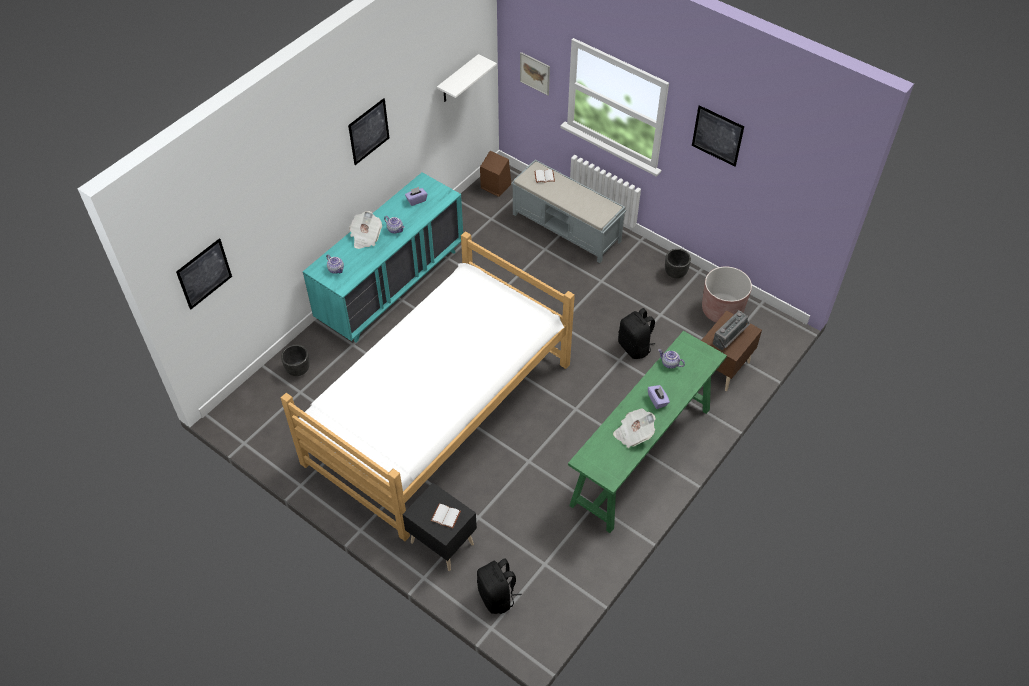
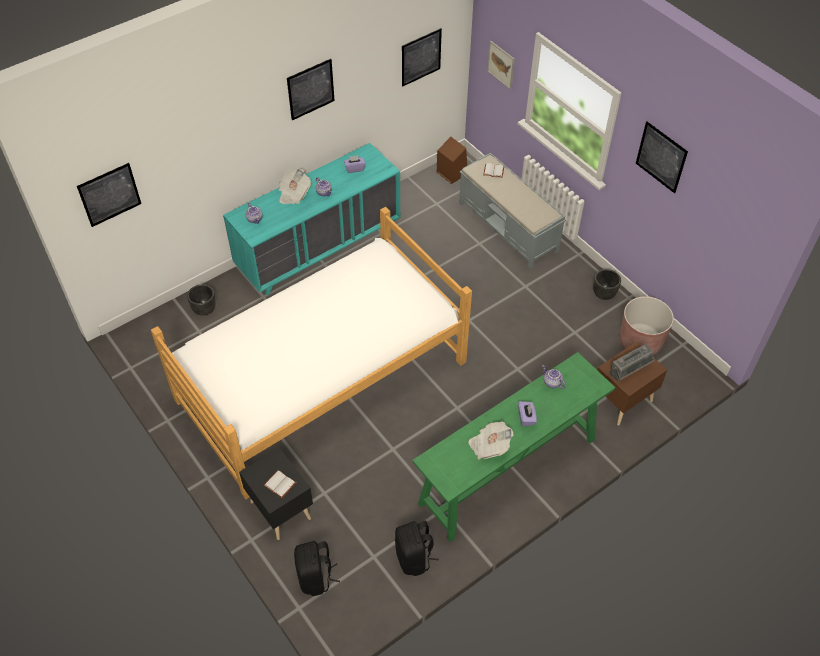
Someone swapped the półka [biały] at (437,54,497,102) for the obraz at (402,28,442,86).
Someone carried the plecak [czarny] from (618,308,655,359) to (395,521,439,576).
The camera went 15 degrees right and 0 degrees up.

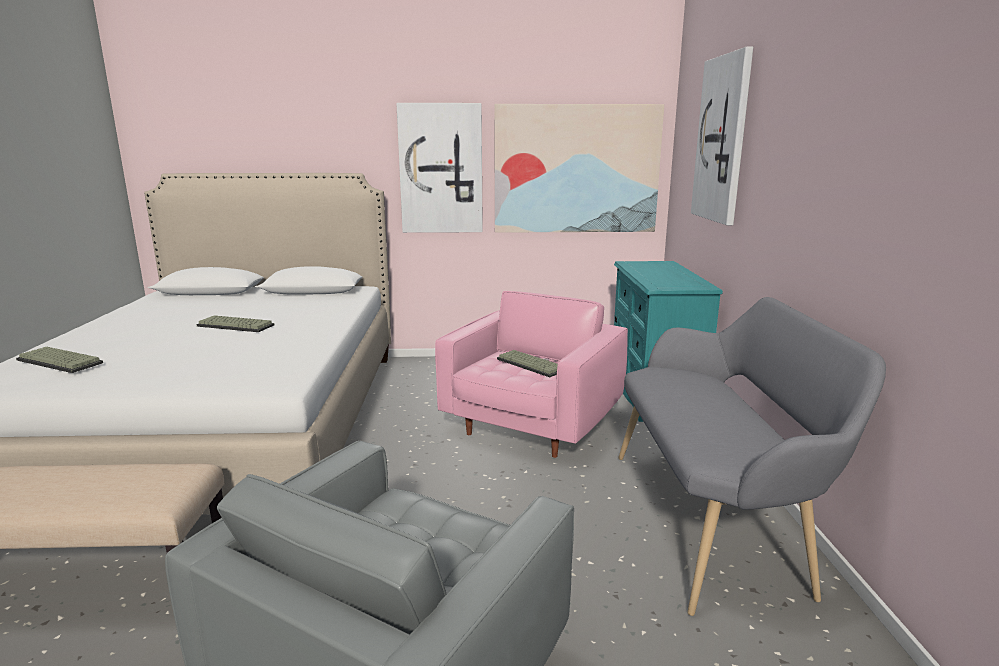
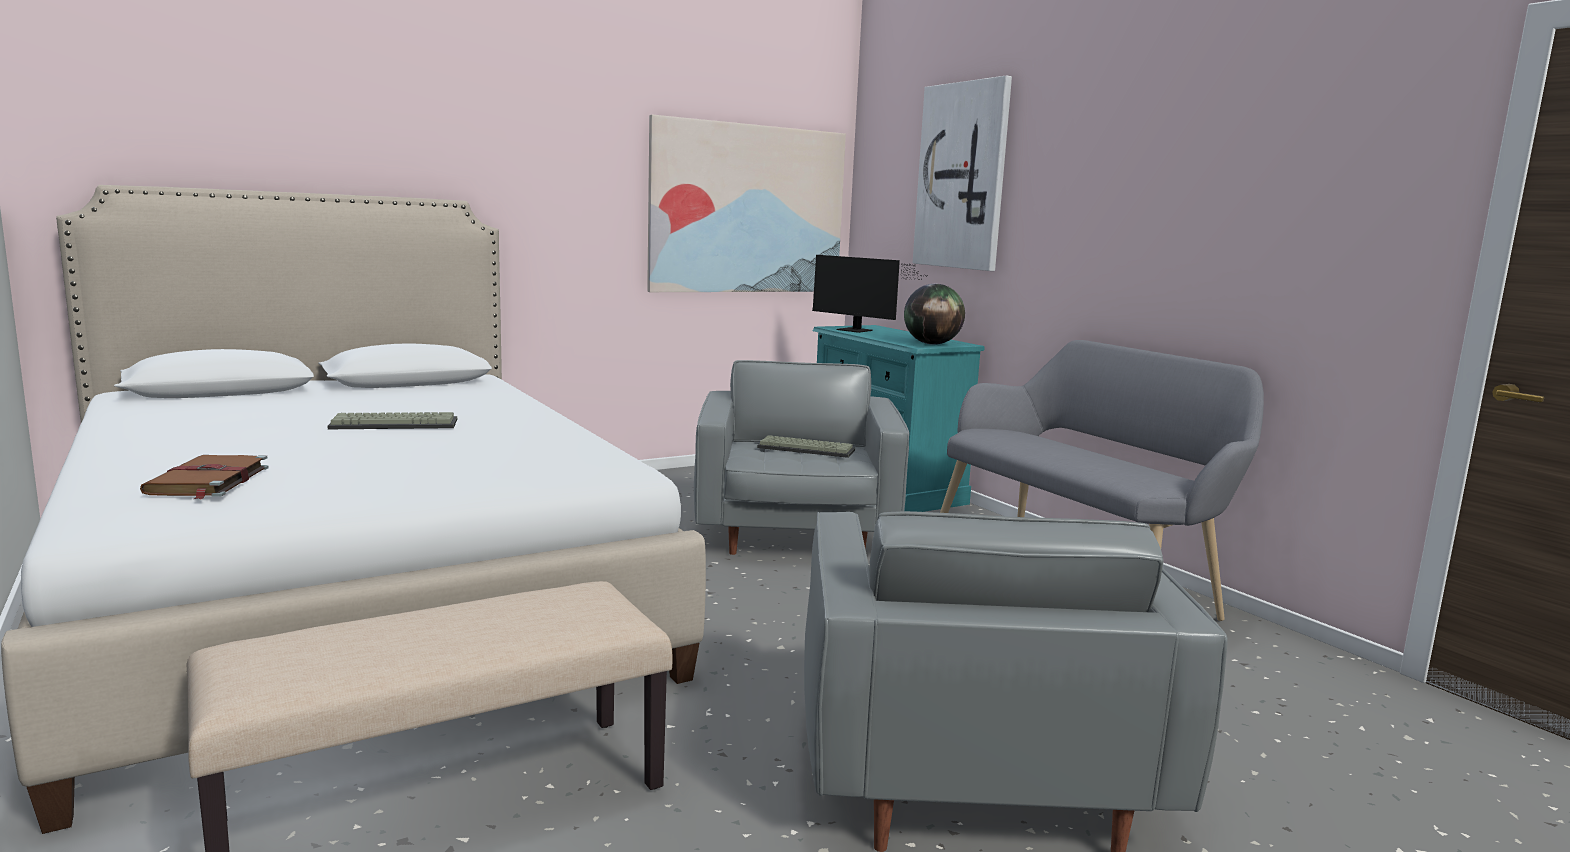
Someone swapped the klawiatura at (16,347,103,373) for the książka [brązowy] at (140,455,269,499).
Someone took away the obraz at (396,103,483,233).
Someone repainted the fotel [różowy] at (435,291,628,458), which became the fotel [szary] at (694,360,909,555).
Someone put down the monitor at (812,255,928,333).
Someone put down the globus at (904,284,965,345).
The camera went 30 degrees left and 5 degrees down.

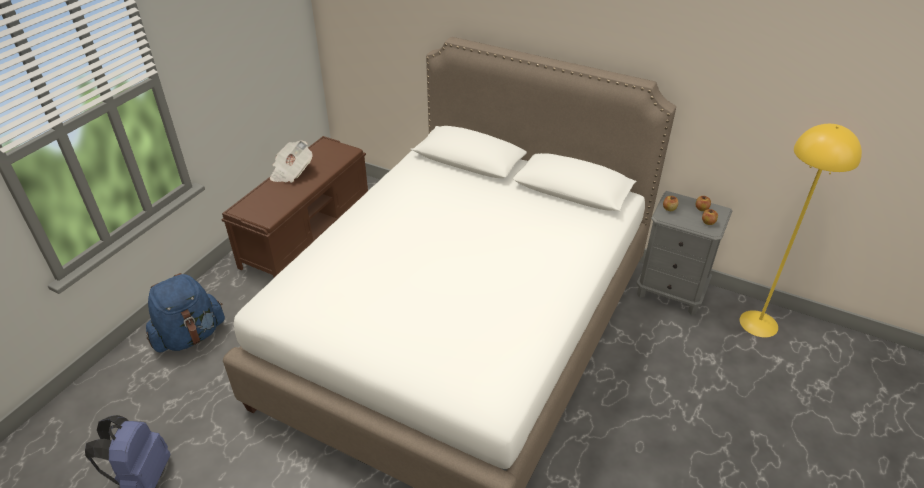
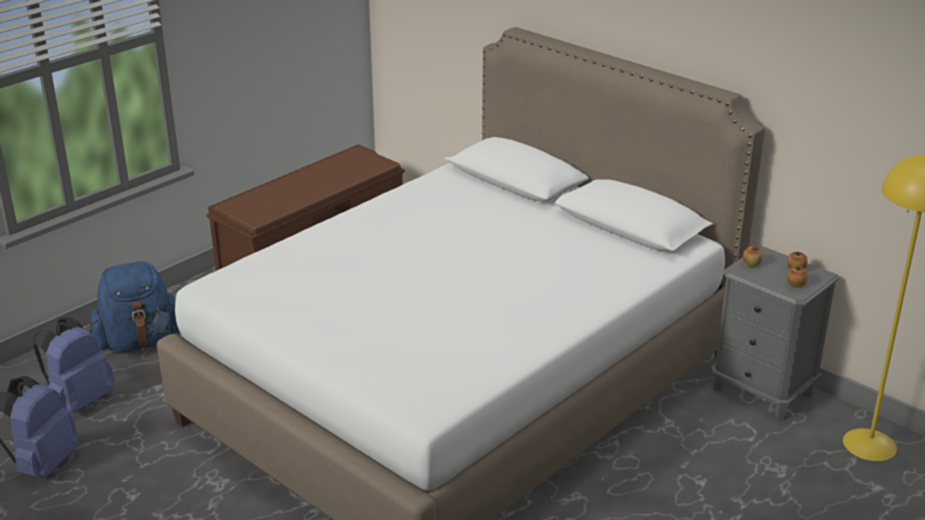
Someone took away the gazeta at (270,140,312,183).
Someone put down the plecak [niebieski] at (33,317,114,414).
The camera went 15 degrees right and 10 degrees down.

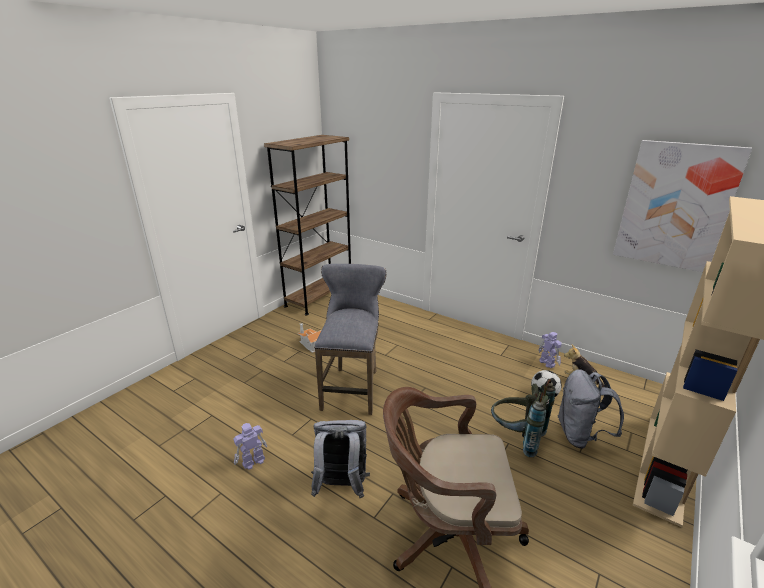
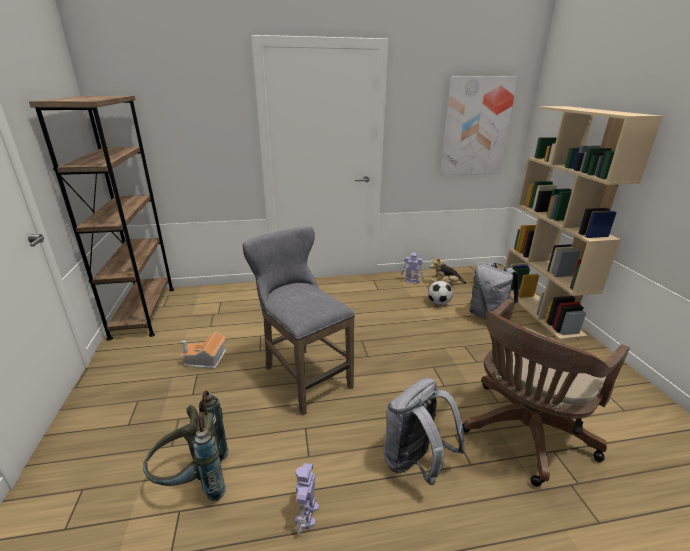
Someone carried the plecak [szary] from (491,379,556,457) to (143,391,229,501).
The camera went 45 degrees left and 0 degrees up.

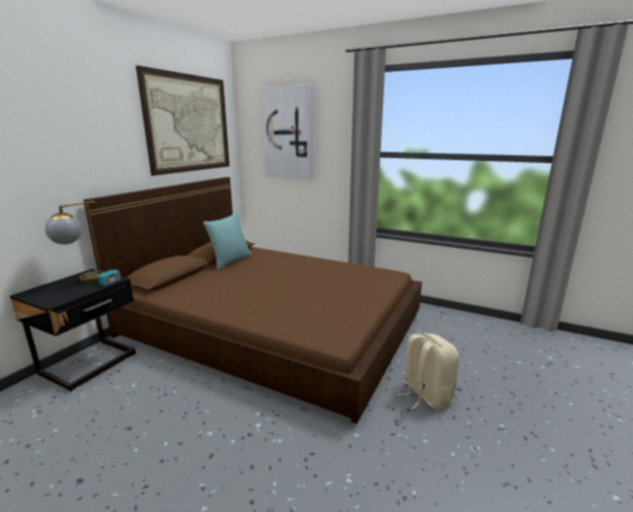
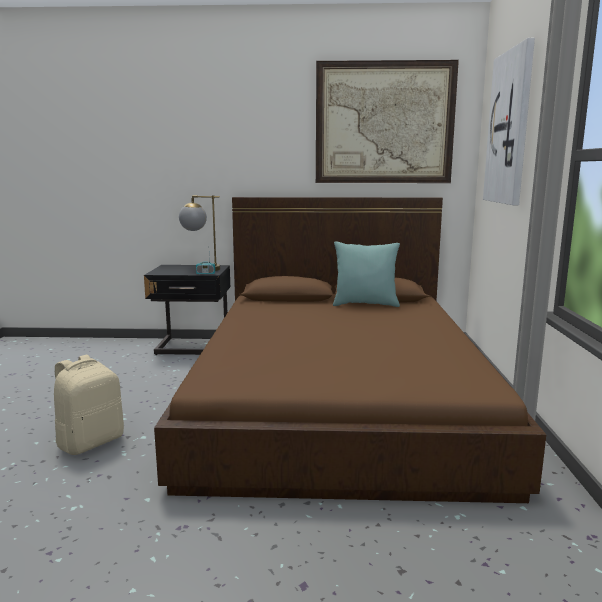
Someone carried the plecak [beżowy] from (397,333,459,410) to (54,355,124,455).
The camera went 65 degrees right and 5 degrees down.

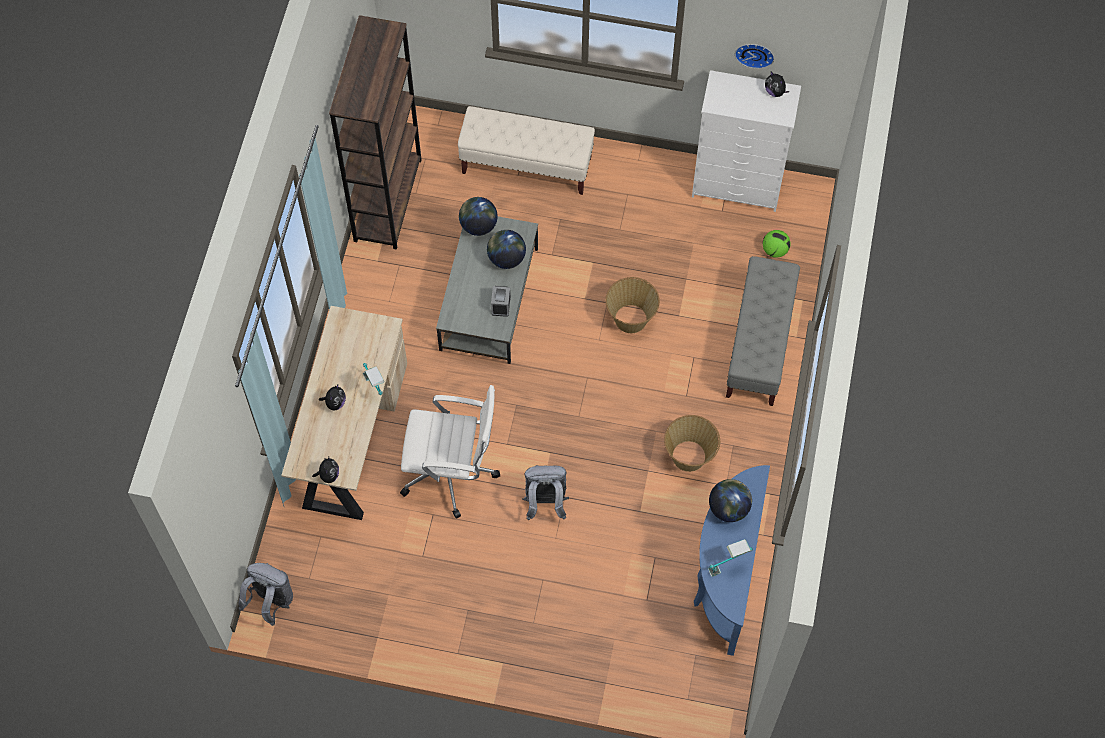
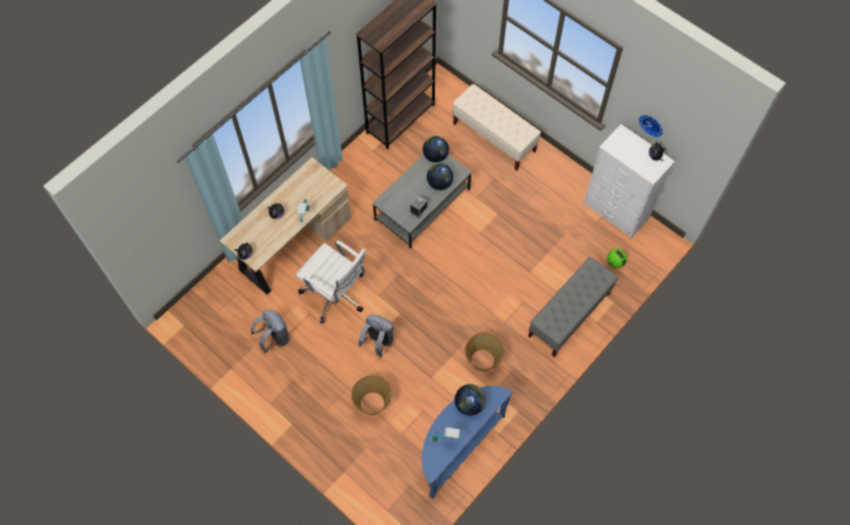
Someone carried the plecak [szary] from (238,563,293,626) to (251,309,289,353).
Someone carried the koszyk from (605,277,660,333) to (351,375,392,415).
The camera went 30 degrees right and 0 degrees up.

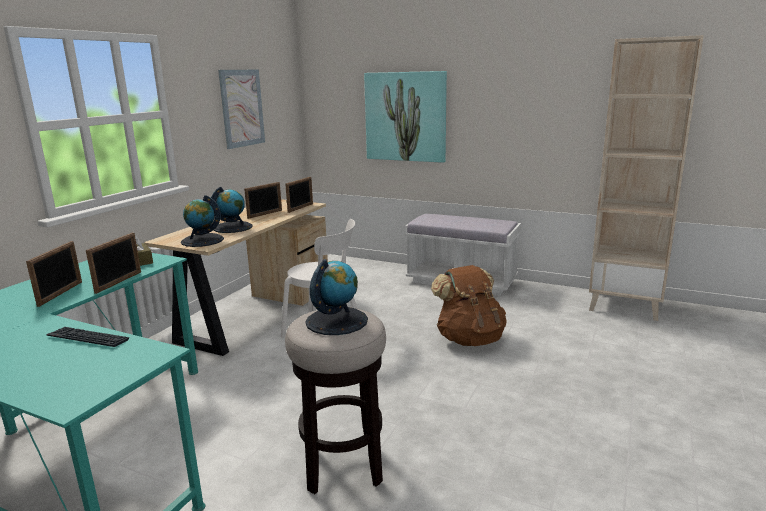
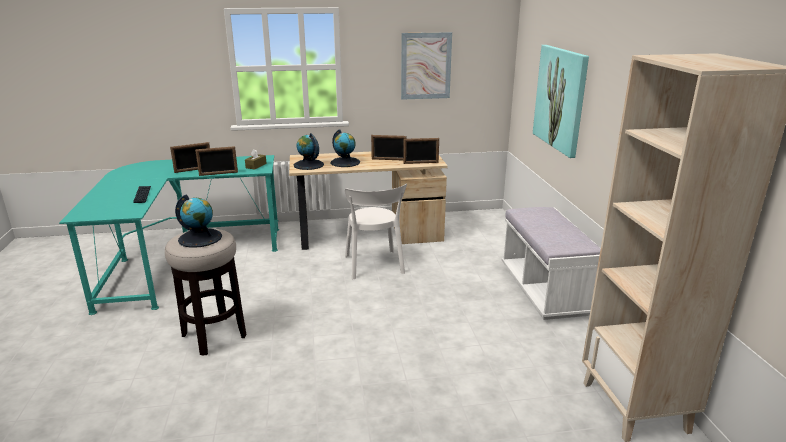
Someone took away the plecak [brązowy] at (431,265,507,346).
The camera went 55 degrees right and 5 degrees up.

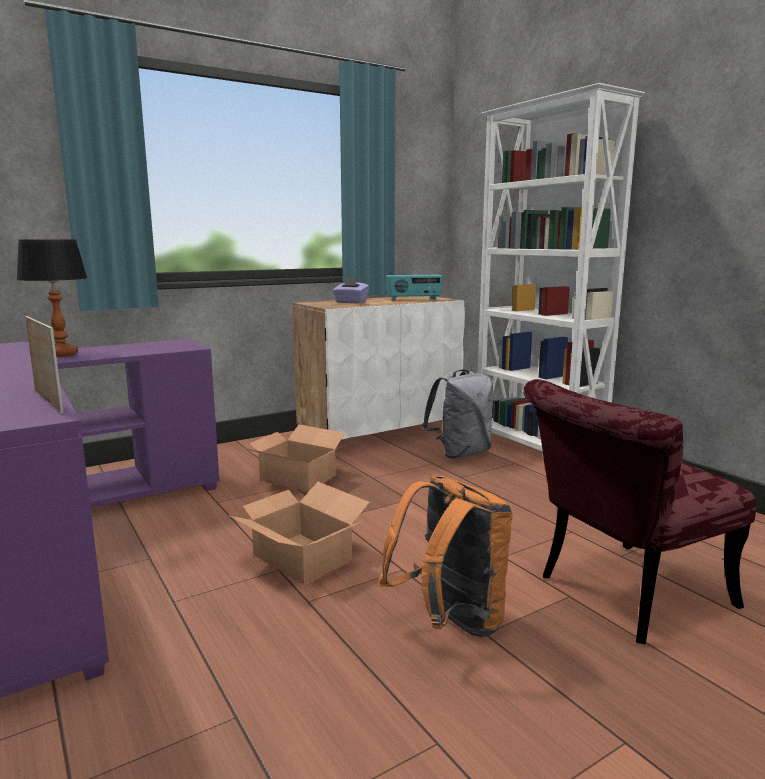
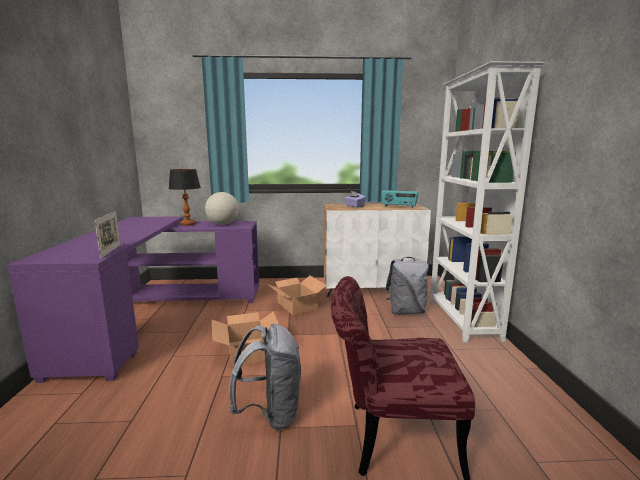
Someone repainted the plecak [pomarańczowy] at (379,475,513,638), which became the plecak [szary] at (229,324,301,430).
Someone put down the globus at (205,192,239,225).
The camera went 30 degrees right and 0 degrees up.

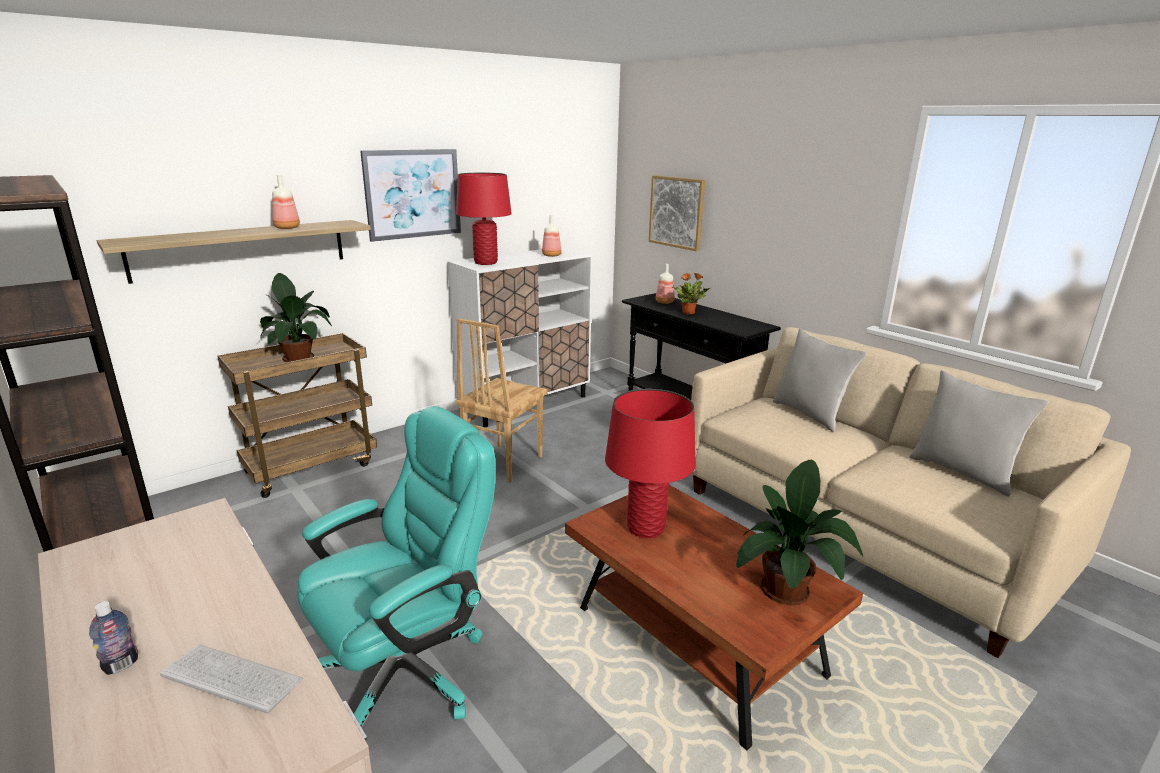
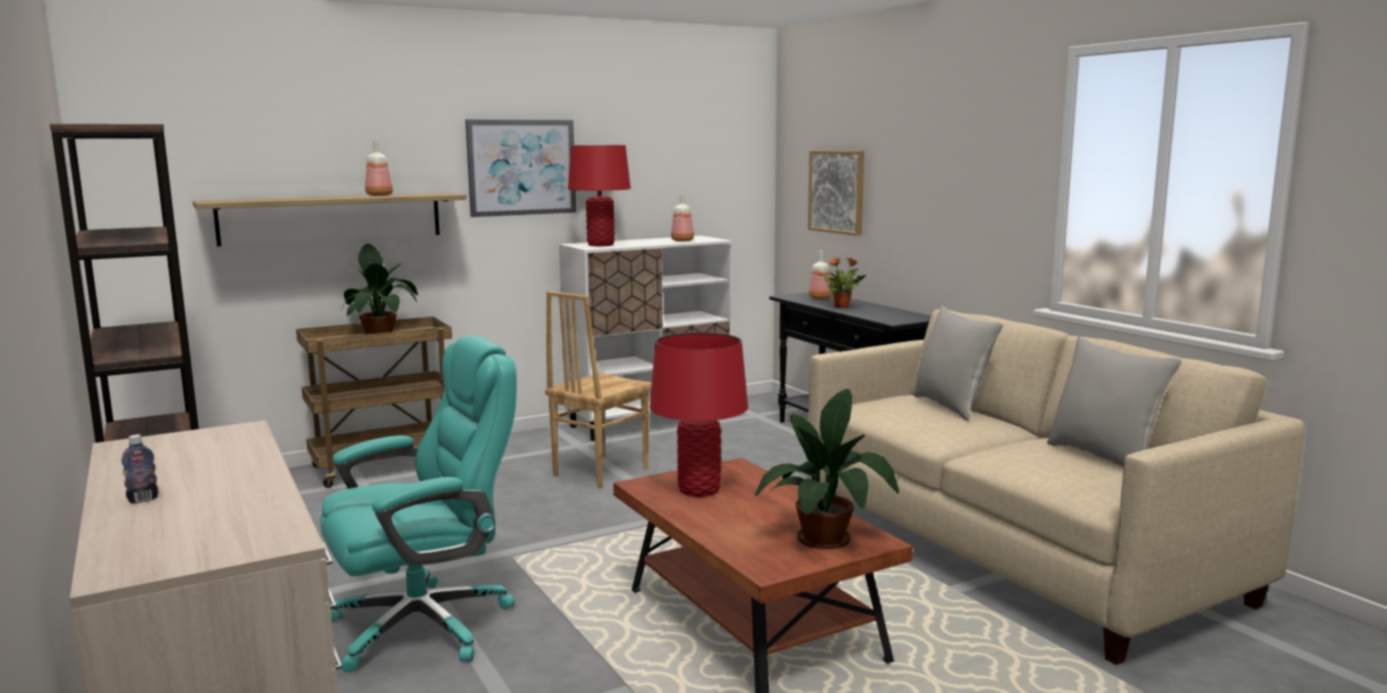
Someone took away the klawiatura at (160,645,303,714).
The camera went 10 degrees right and 10 degrees down.

